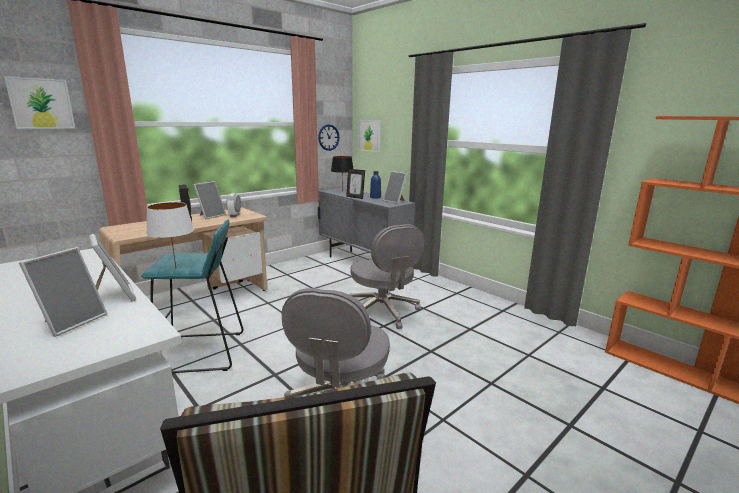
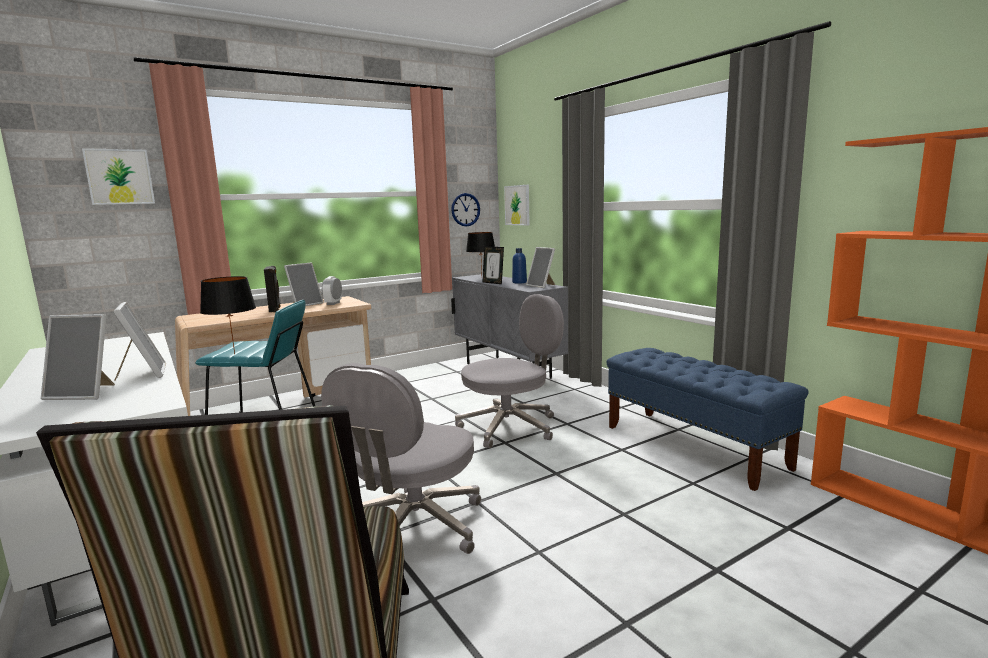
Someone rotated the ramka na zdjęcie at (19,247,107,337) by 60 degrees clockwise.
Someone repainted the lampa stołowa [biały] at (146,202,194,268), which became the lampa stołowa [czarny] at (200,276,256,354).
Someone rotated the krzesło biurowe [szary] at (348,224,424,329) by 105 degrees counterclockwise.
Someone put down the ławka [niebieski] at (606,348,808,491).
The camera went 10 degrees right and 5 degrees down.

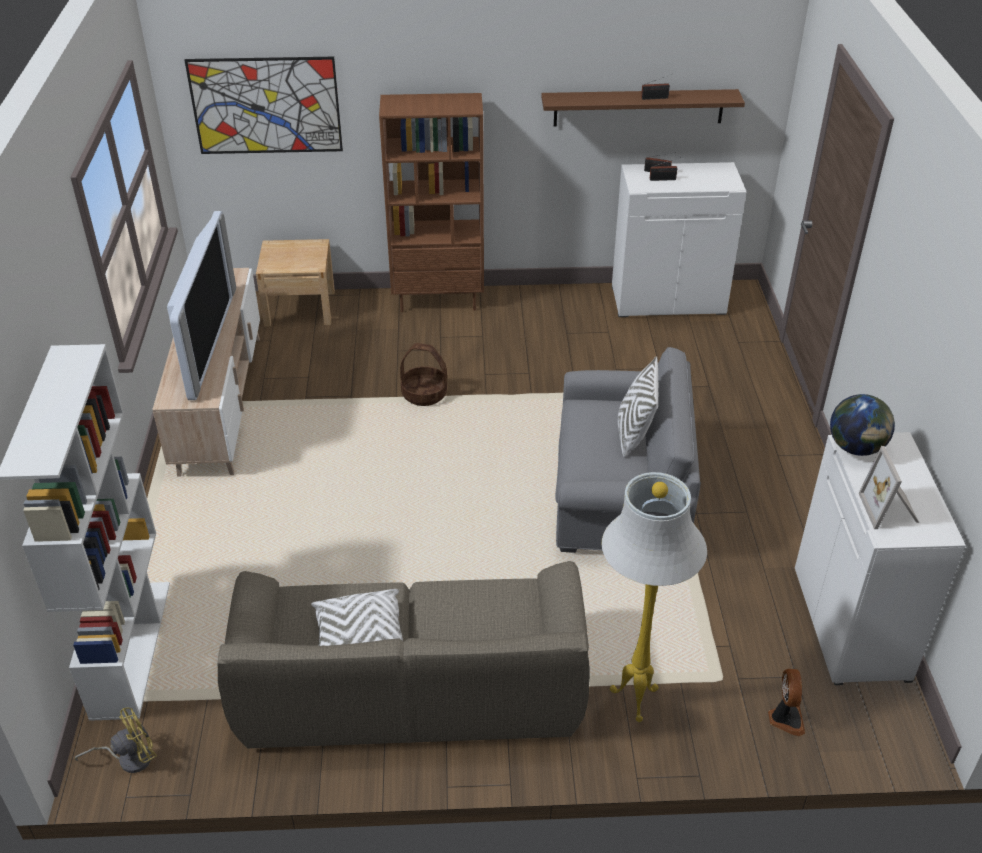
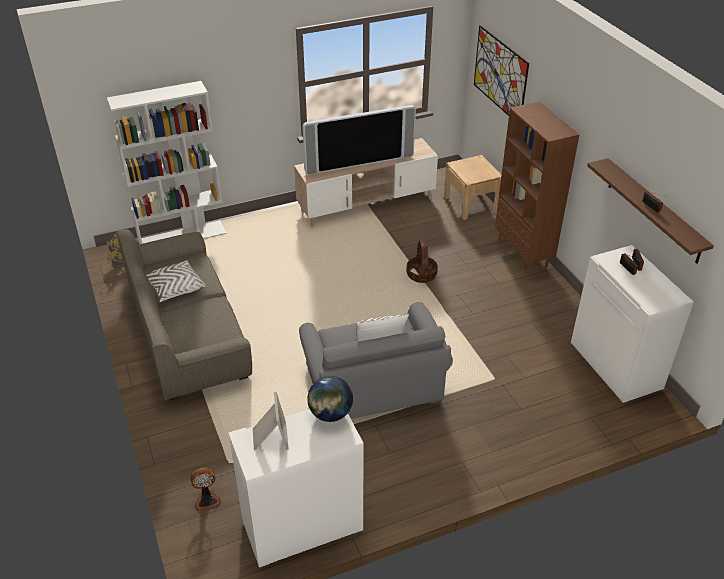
Someone took away the lampa stojąca [biały] at (602,472,707,722).
Someone rotated the ramka na zdjęcie at (859,446,919,529) by 105 degrees clockwise.
The camera went 70 degrees right and 0 degrees up.

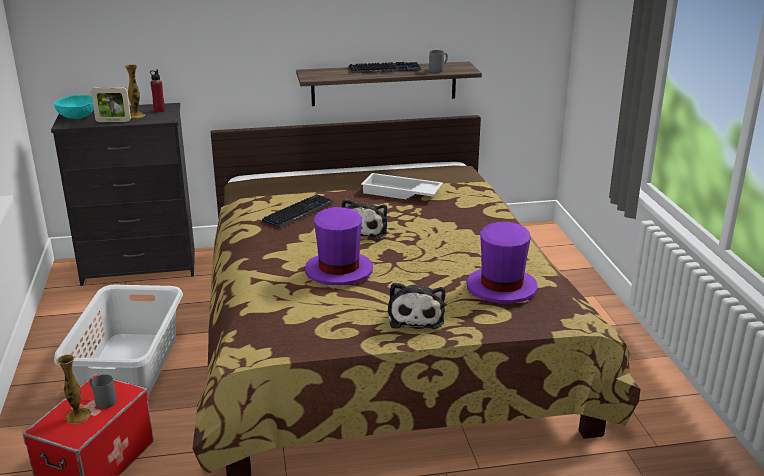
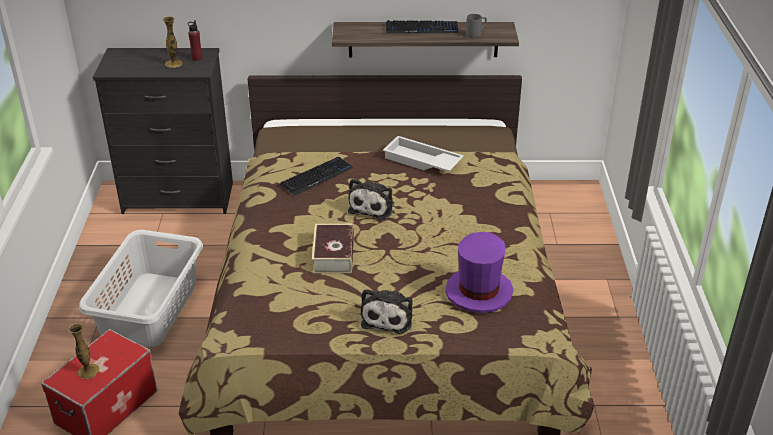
Someone took away the miska [turkusowy] at (54,95,94,119).
Someone took away the kubek [szary] at (89,374,117,409).
Someone took away the ramka na zdjęcie at (91,87,131,122).
Someone swapped the kapelusz [fioletowy] at (305,207,373,285) for the książka at (312,224,354,273).
The camera went 10 degrees right and 10 degrees up.

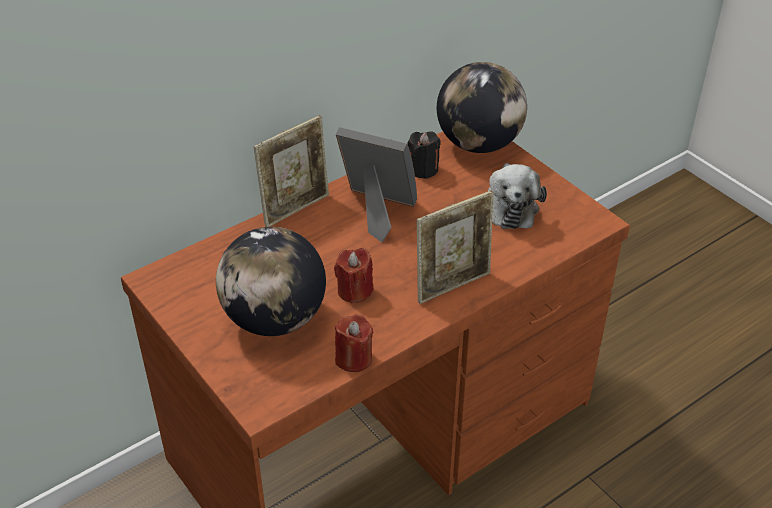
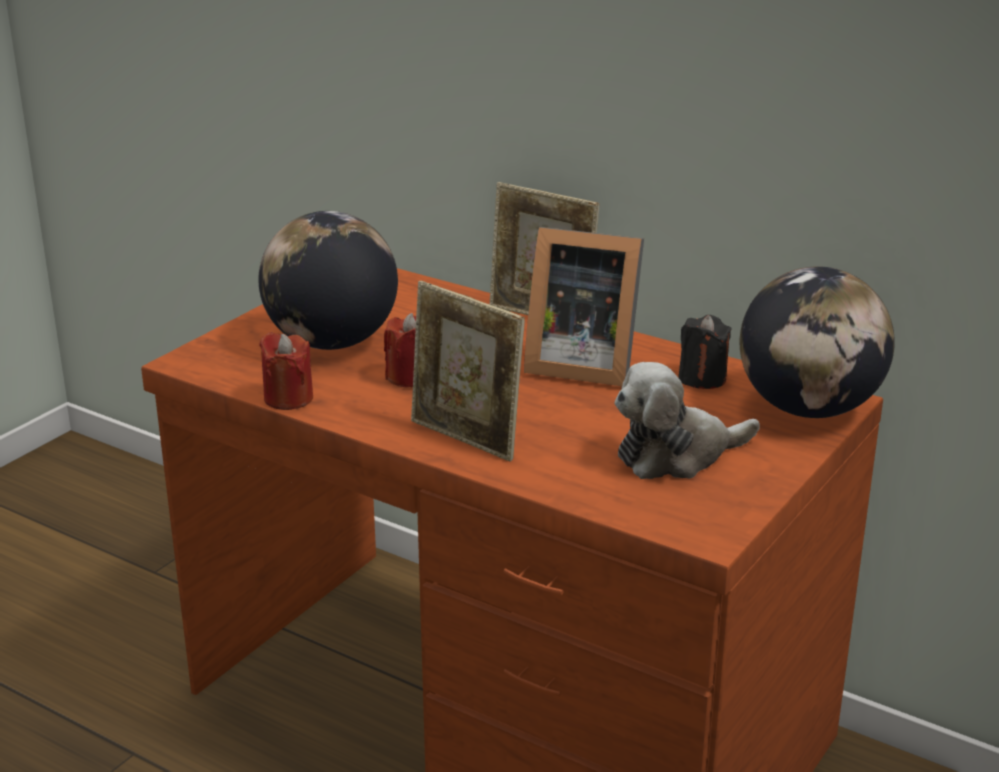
Someone rotated the ramka na zdjęcie at (336,127,417,243) by 105 degrees clockwise.
The camera went 70 degrees right and 15 degrees down.

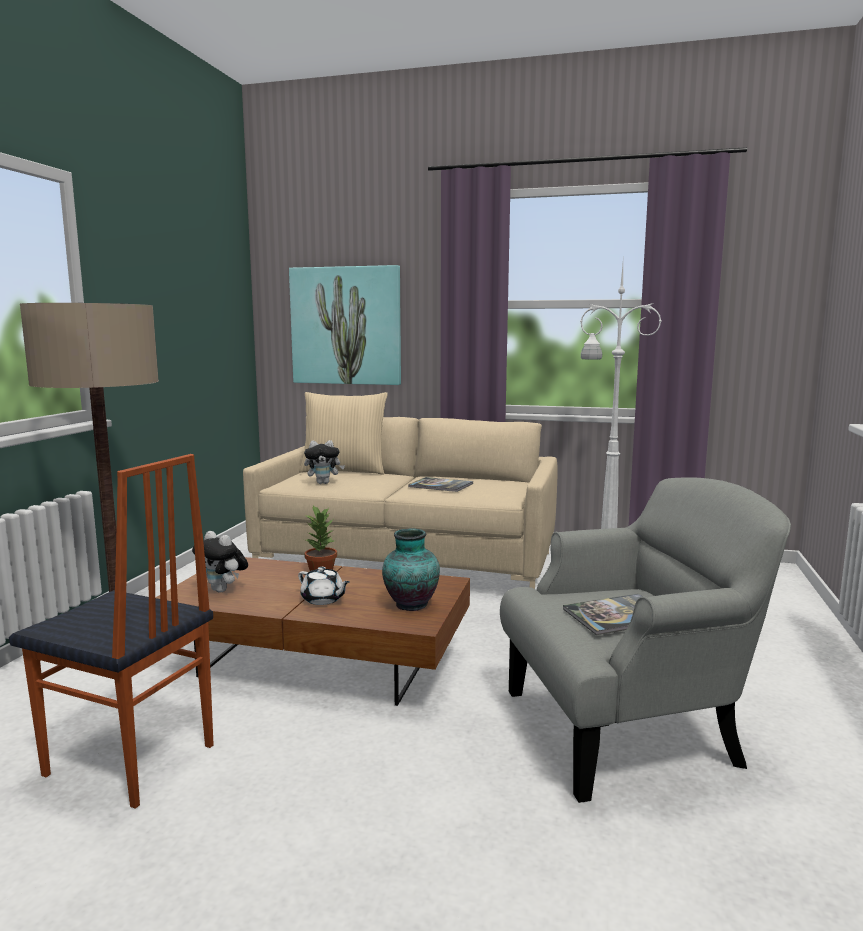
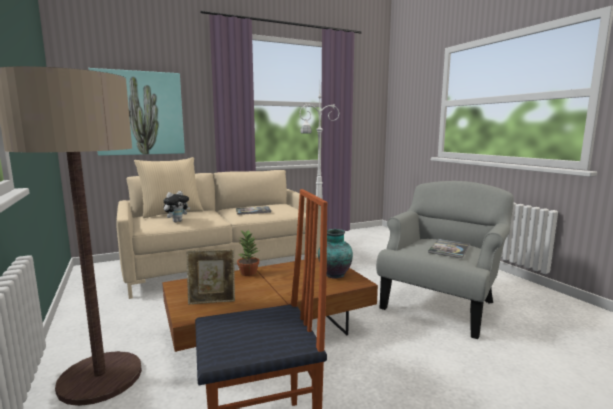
Someone swapped the pluszak at (192,531,248,592) for the ramka na zdjęcie at (186,249,235,305).
Someone took away the imbryk [biały] at (298,567,349,605).
The camera went 40 degrees left and 0 degrees up.

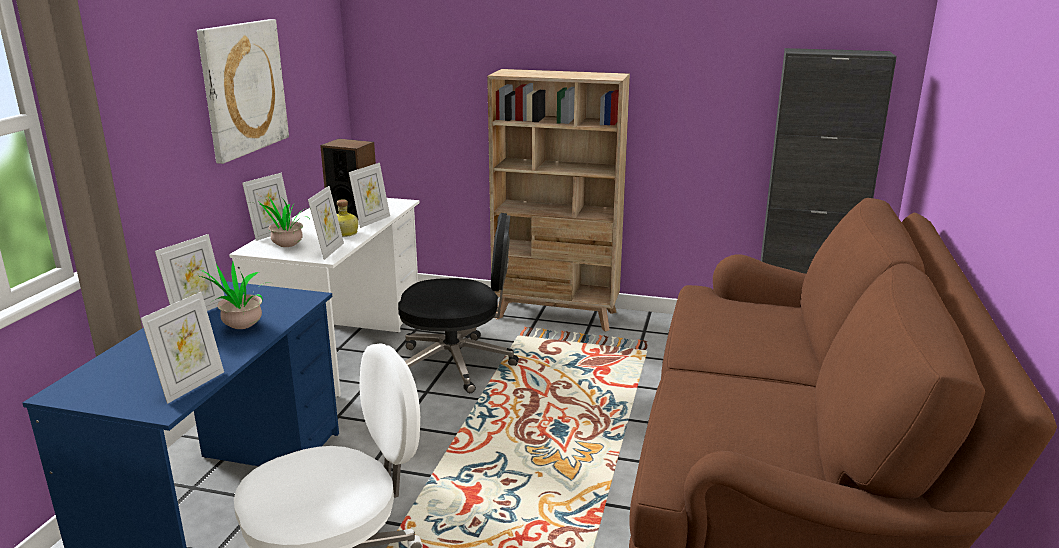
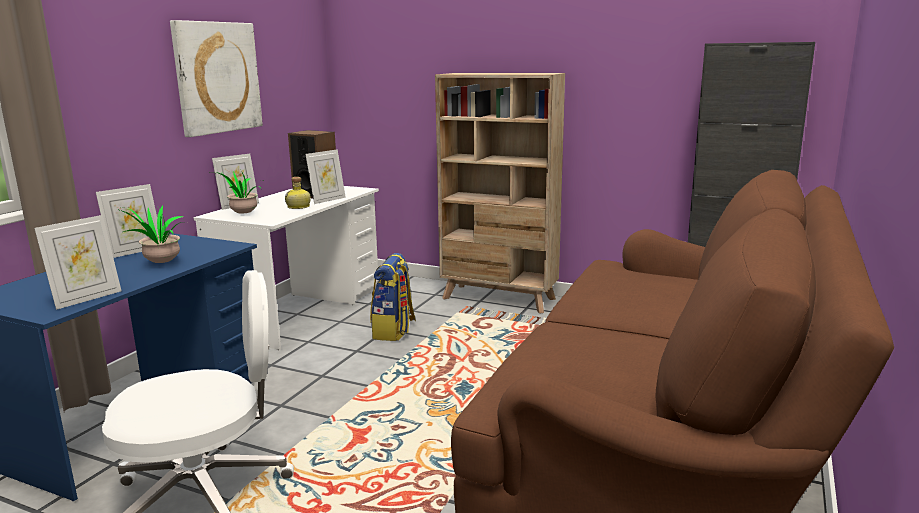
Someone took away the ramka na zdjęcie at (308,186,344,260).
Someone swapped the krzesło biurowe [czarny] at (398,213,519,393) for the plecak at (370,253,416,341).
The camera went 10 degrees right and 5 degrees down.

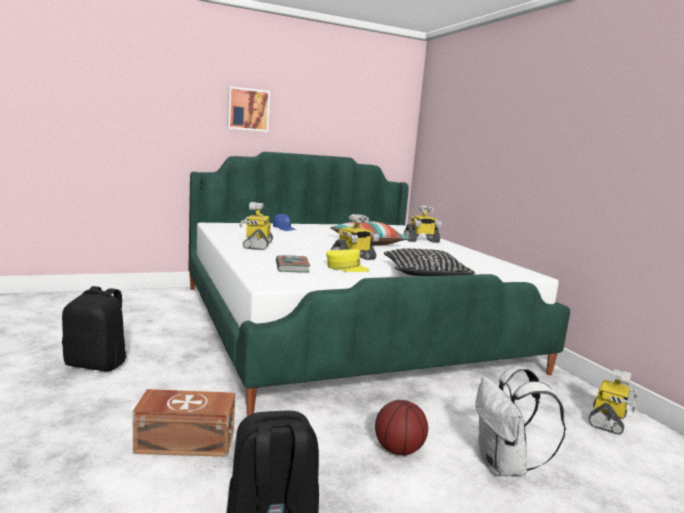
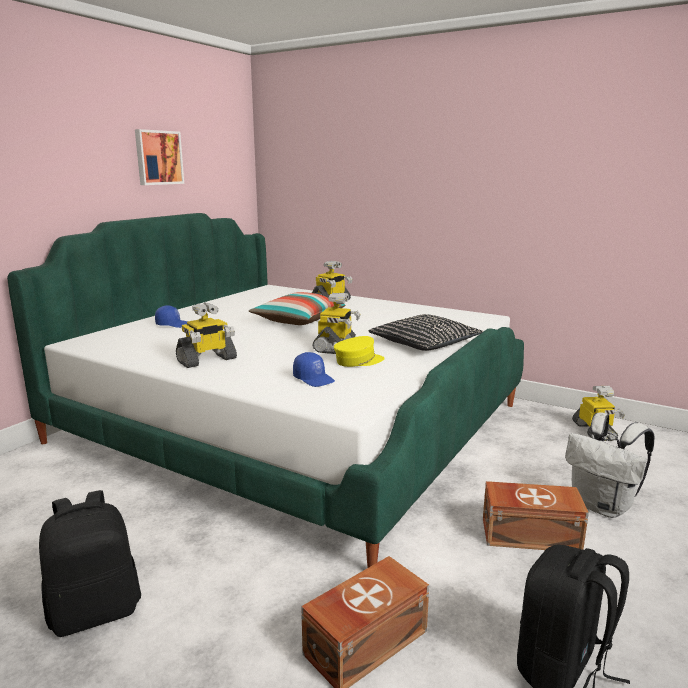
Someone carried the obraz from (227,86,270,132) to (135,129,184,185).
Someone rotated the robot zabawkowy at (239,202,273,250) by 90 degrees counterclockwise.
Someone swapped the książka at (276,255,310,273) for the czapka z daszkiem [niebieski] at (293,352,335,387).
Someone swapped the piłka do koszykówki at (375,400,428,455) for the pojemnik do przechowywania [brązowy] at (483,481,589,550).
The camera went 35 degrees left and 5 degrees up.

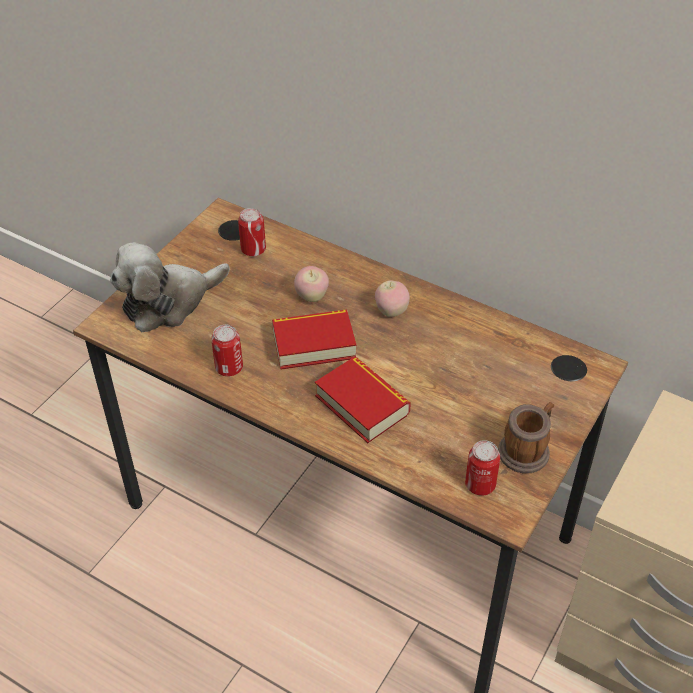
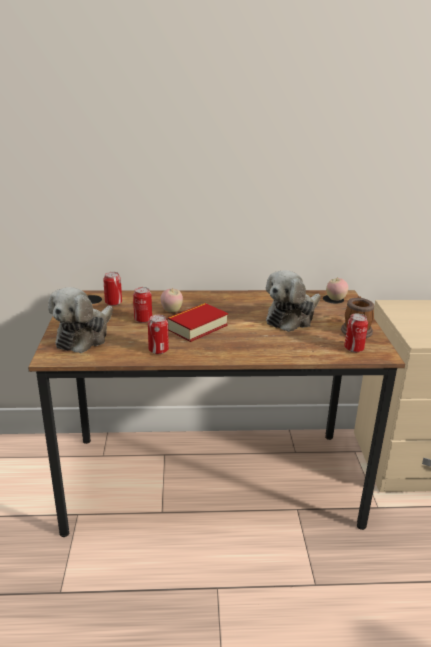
Someone took away the książka at (315,357,411,443).
Someone carried the jabłko from (375,280,410,317) to (326,276,348,301).
Someone put down the puszka at (133,287,152,323).
Someone put down the pluszak at (266,270,321,332).
The camera went 35 degrees left and 20 degrees down.

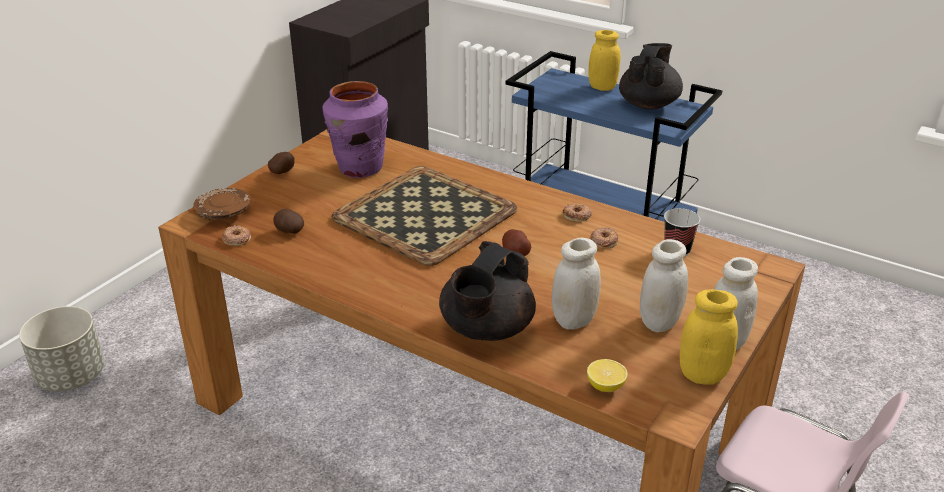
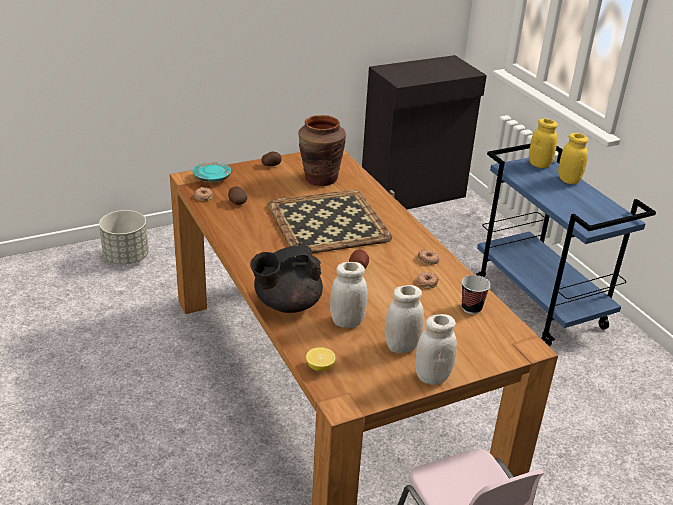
Someone repainted the talerz [brązowy] at (193,188,250,219), which became the talerz [turkusowy] at (193,162,231,182).
Someone repainted the wazon [fioletowy] at (323,81,388,178), which became the wazon [brązowy] at (298,115,346,186).
Someone took away the imbryk [czarny] at (619,43,683,110).
Someone carried the słoik [żółty] from (680,289,738,385) to (529,118,558,168).
The camera went 30 degrees right and 0 degrees up.

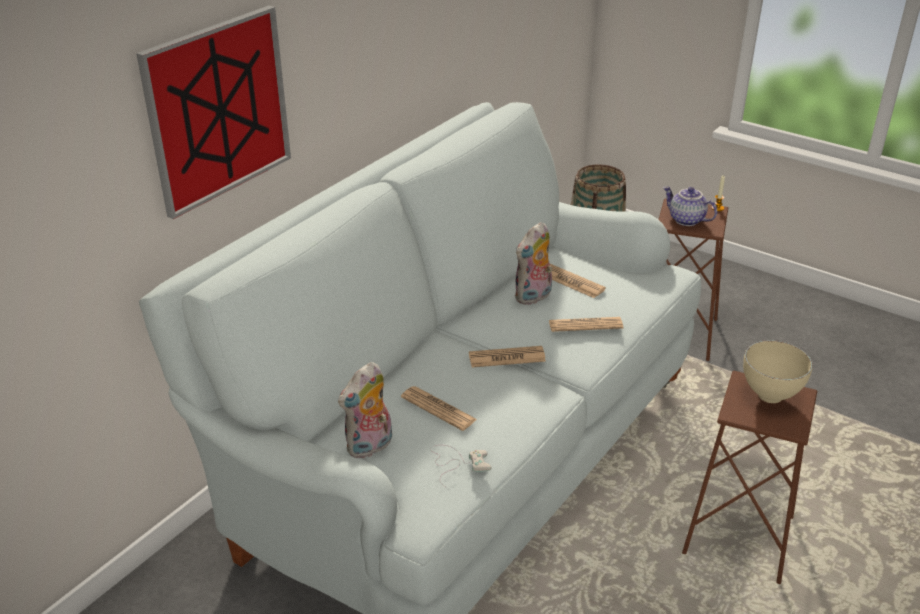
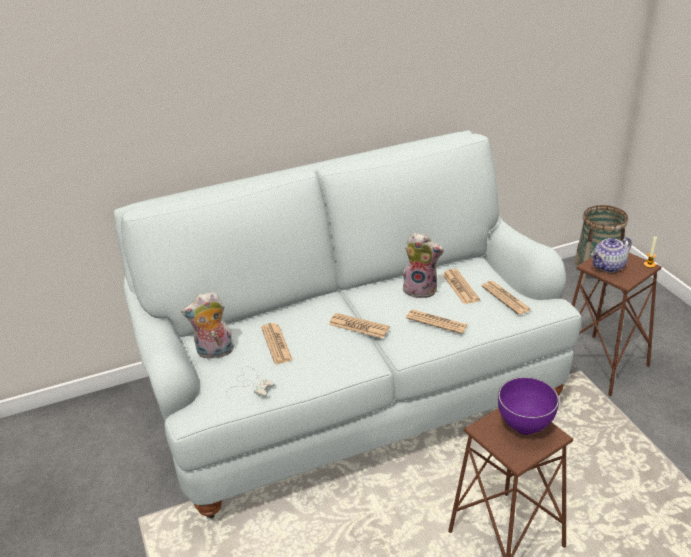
Someone took away the obraz at (136,5,291,219).
Someone rotated the pluszak at (515,222,552,305) by 150 degrees counterclockwise.
Someone rotated the imbryk at (663,186,717,226) by 105 degrees counterclockwise.
Someone repainted the miska [beżowy] at (743,340,813,403), which became the miska [fioletowy] at (498,377,559,435).
Someone put down the gazeta at (482,281,532,315).
The camera went 35 degrees right and 0 degrees up.

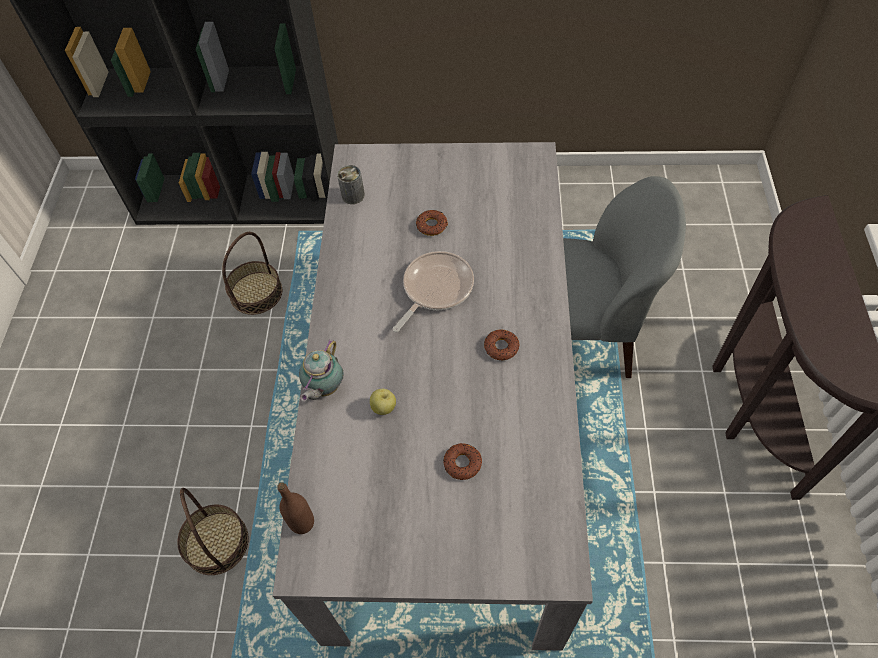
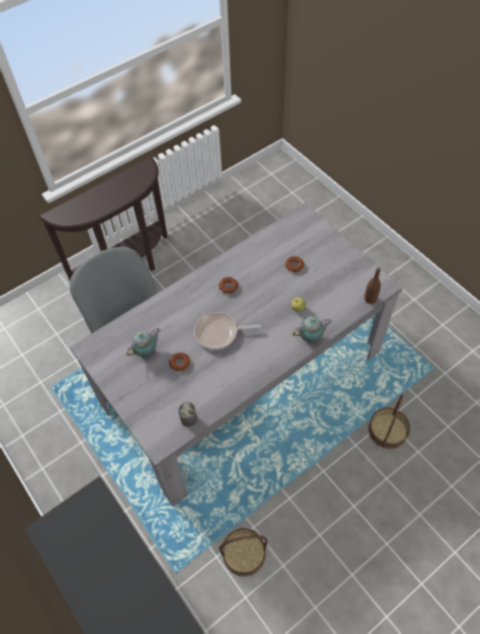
Someone put down the imbryk at (126,328,161,358).
The camera went 130 degrees left and 0 degrees up.

